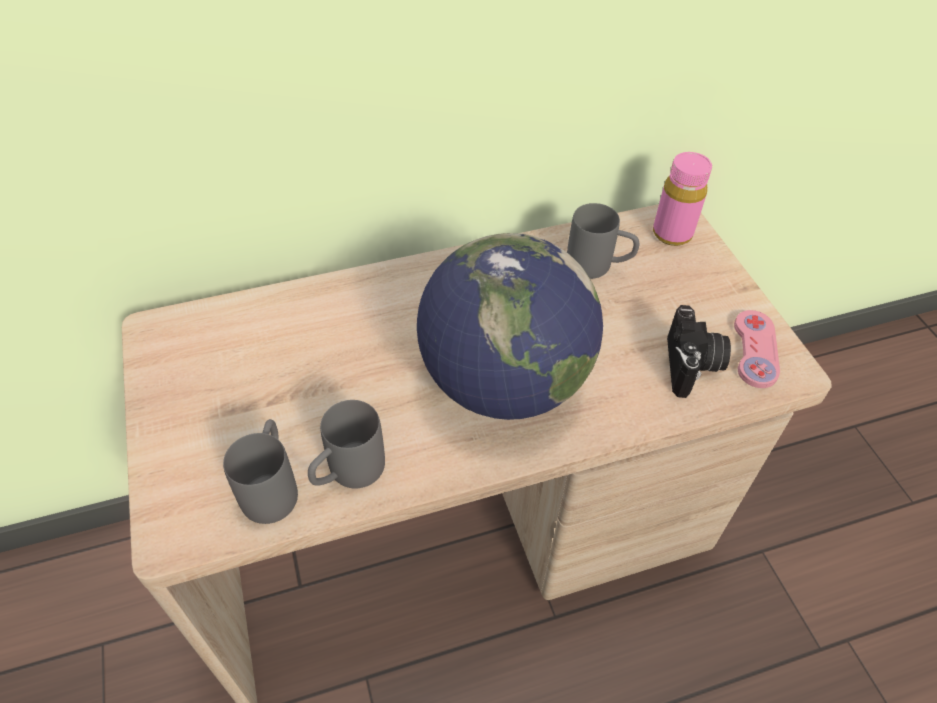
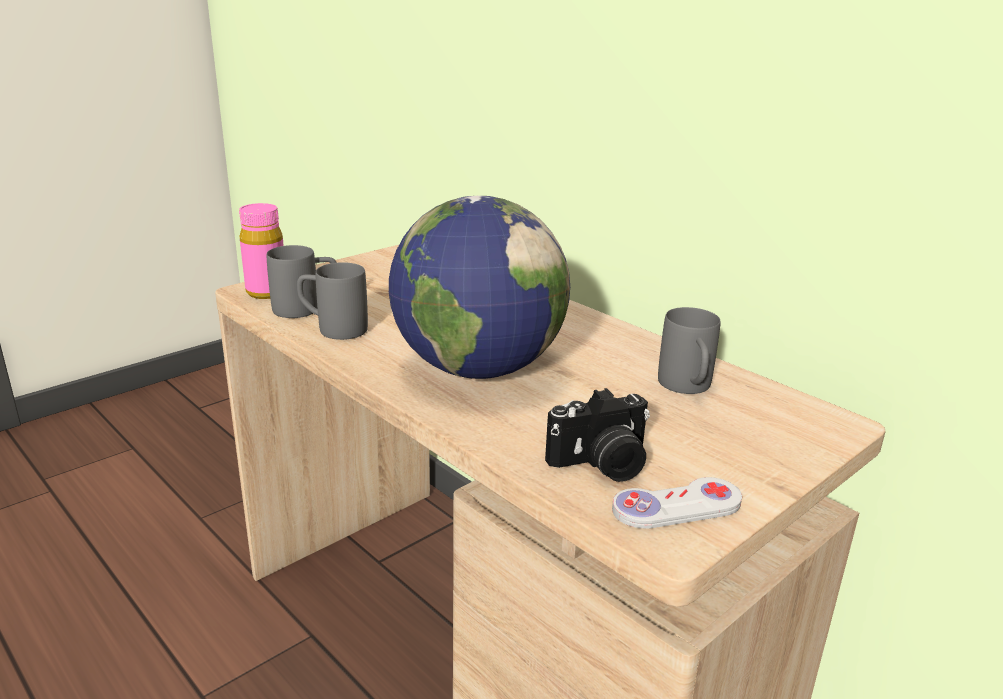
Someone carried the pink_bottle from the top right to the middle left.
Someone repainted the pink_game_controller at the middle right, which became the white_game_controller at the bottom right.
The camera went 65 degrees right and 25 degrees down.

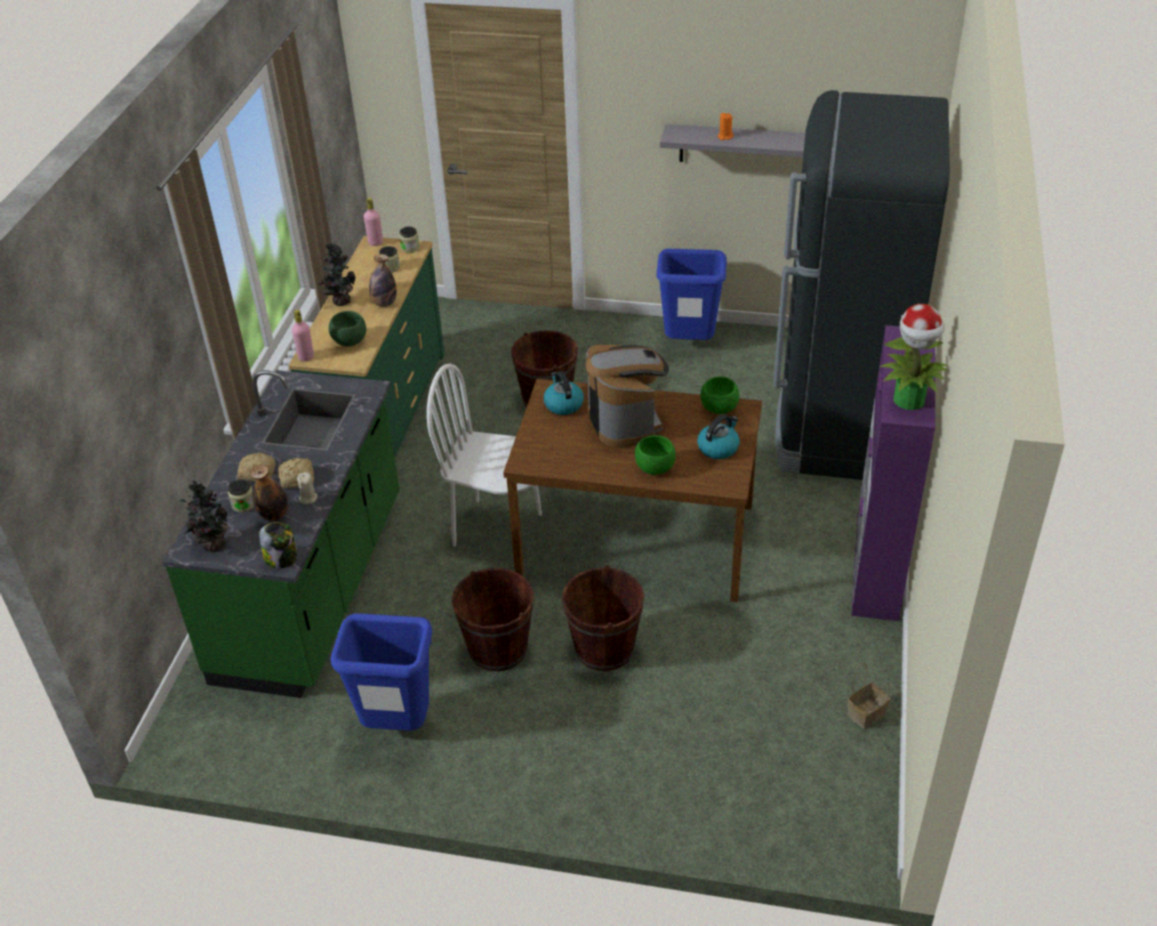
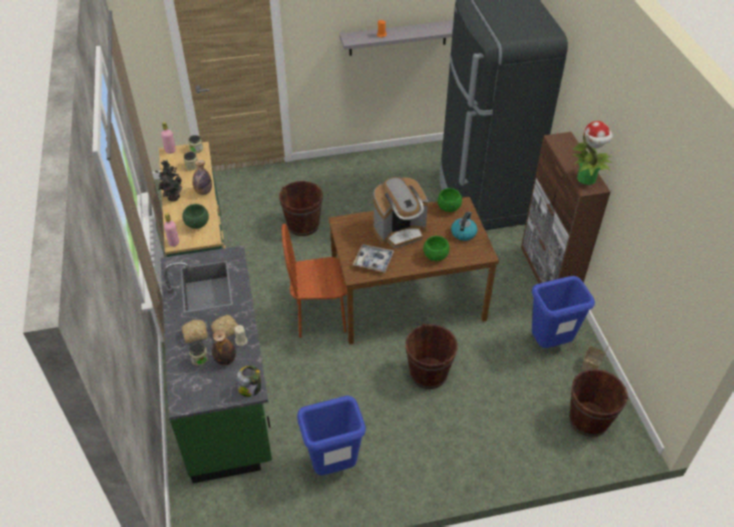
Someone carried the blue_trash_can (2nd from left) from the top centre to the middle right.
Someone repainted the purple_cabinet at the middle right, which became the brown_cabinet at the middle right.
Someone rotated the coffee_machine at the centre by 105 degrees clockwise.
Someone repainted the white_chair at the centre, which became the brown_chair at the centre.
Someone took away the kettle (1st from left) at the centre.
Someone took away the potted_plant (1st from left) at the middle left.
Someone carried the brown_bucket (1st from left in the first image) from the bottom centre to the bottom right.
Someone put down the tray at the centre.
The camera went 25 degrees left and 5 degrees up.

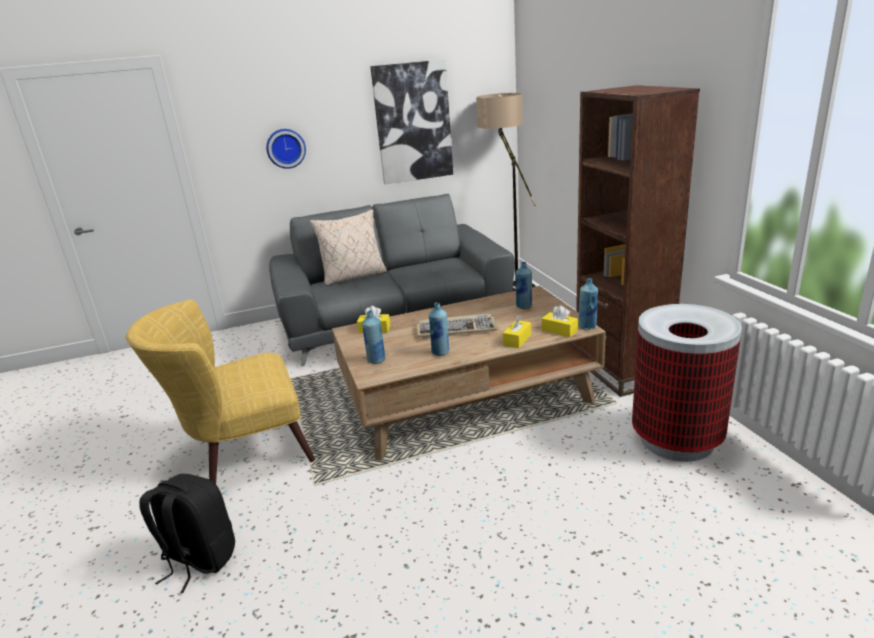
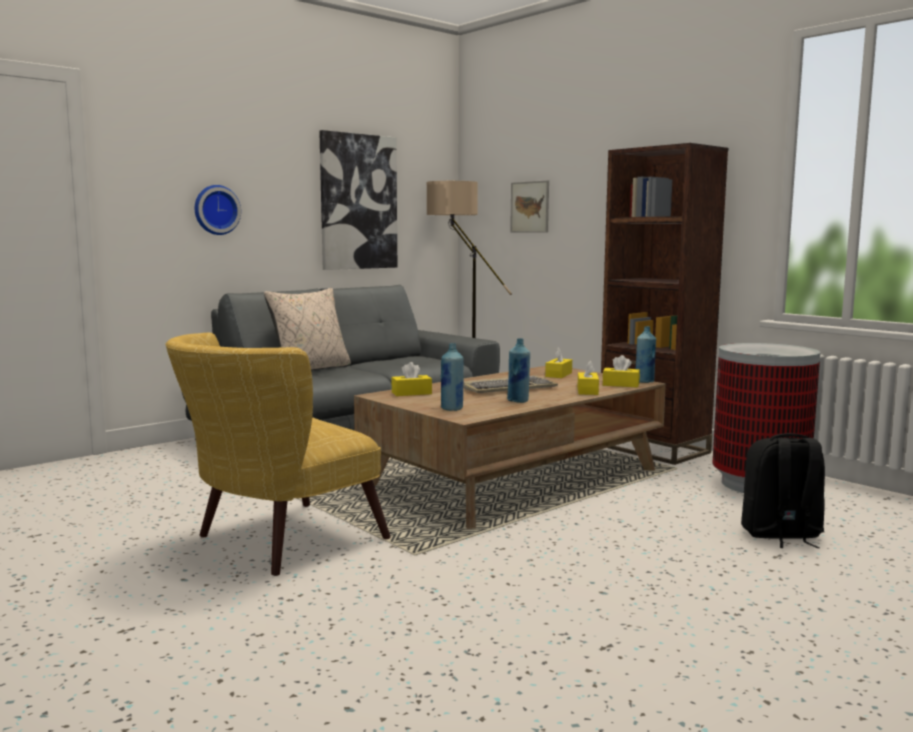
Someone swapped the blue_bottle (3rd from left) at the centre for the yellow_tissue_box (2nd from left) at the centre.
Someone carried the black_backpack from the bottom left to the bottom right.
Someone put up the picture (2nd from left) at the top centre.
The camera went 25 degrees left and 15 degrees down.

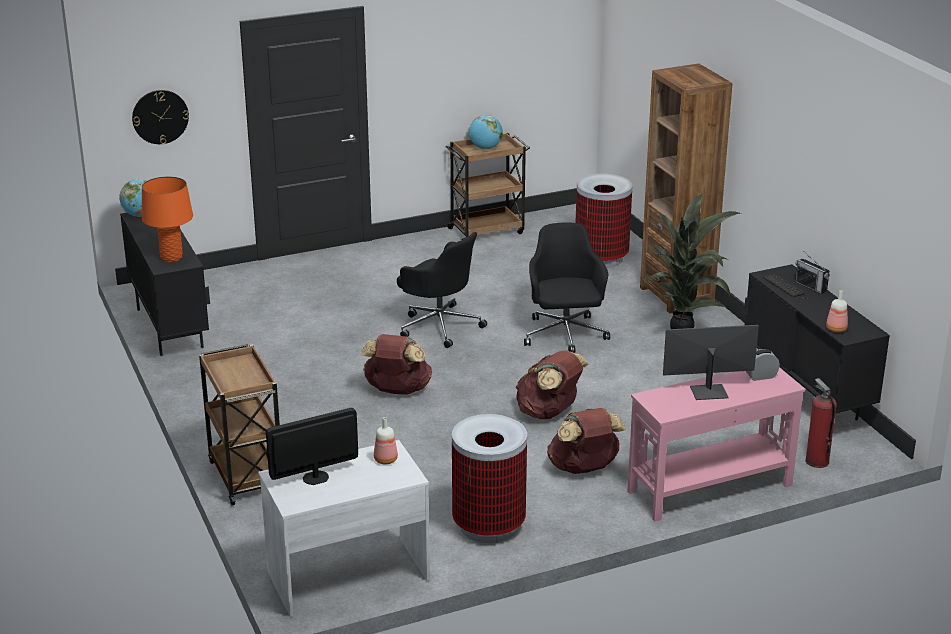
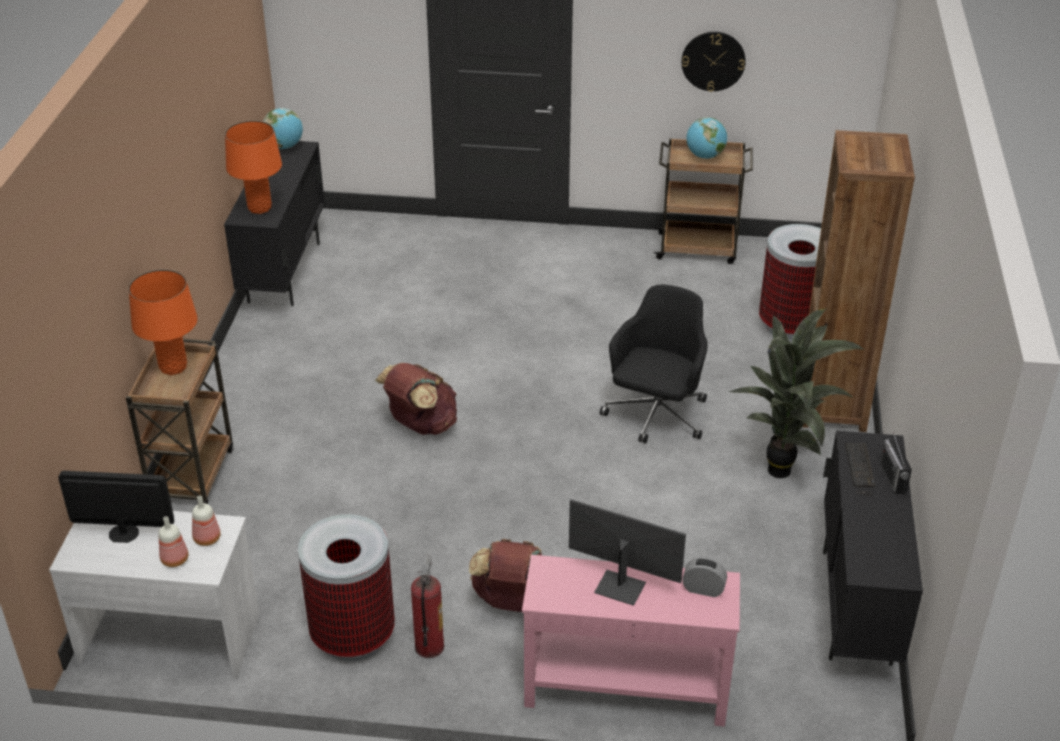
Someone carried the wall_clock from the top left to the top right.
Someone took away the black_office_chair (1st from left) at the centre.
Someone carried the bottle (2nd from left in the first image) from the middle right to the bottom left.
Someone took away the brown_backpack (2nd from left) at the centre.
Someone carried the fire_extinguisher from the bottom right to the bottom centre.
Someone put down the orange_table_lamp (1st from left) at the middle left.
The camera went 30 degrees right and 10 degrees up.

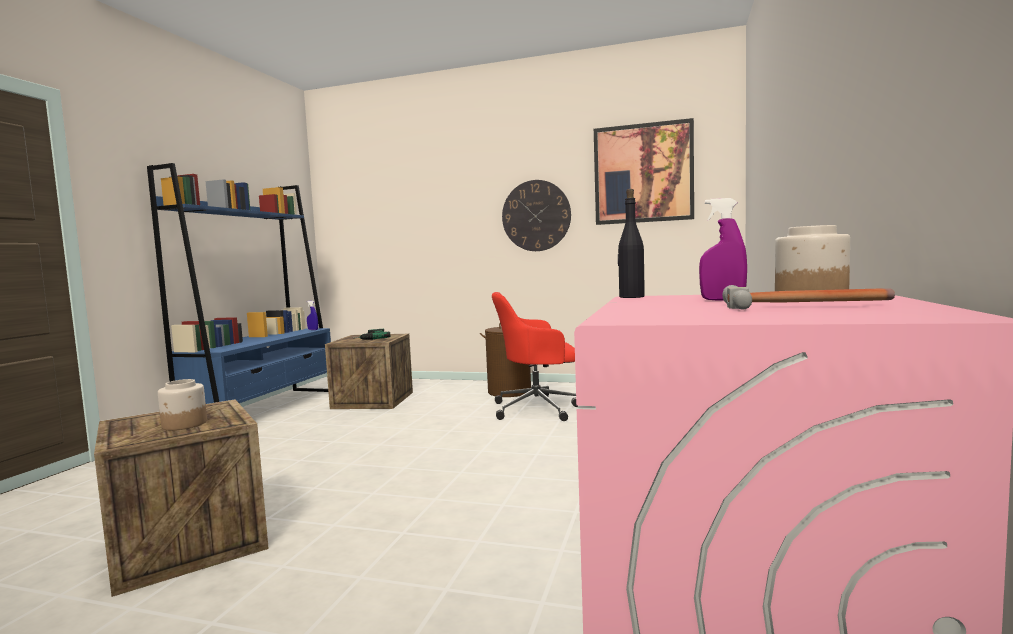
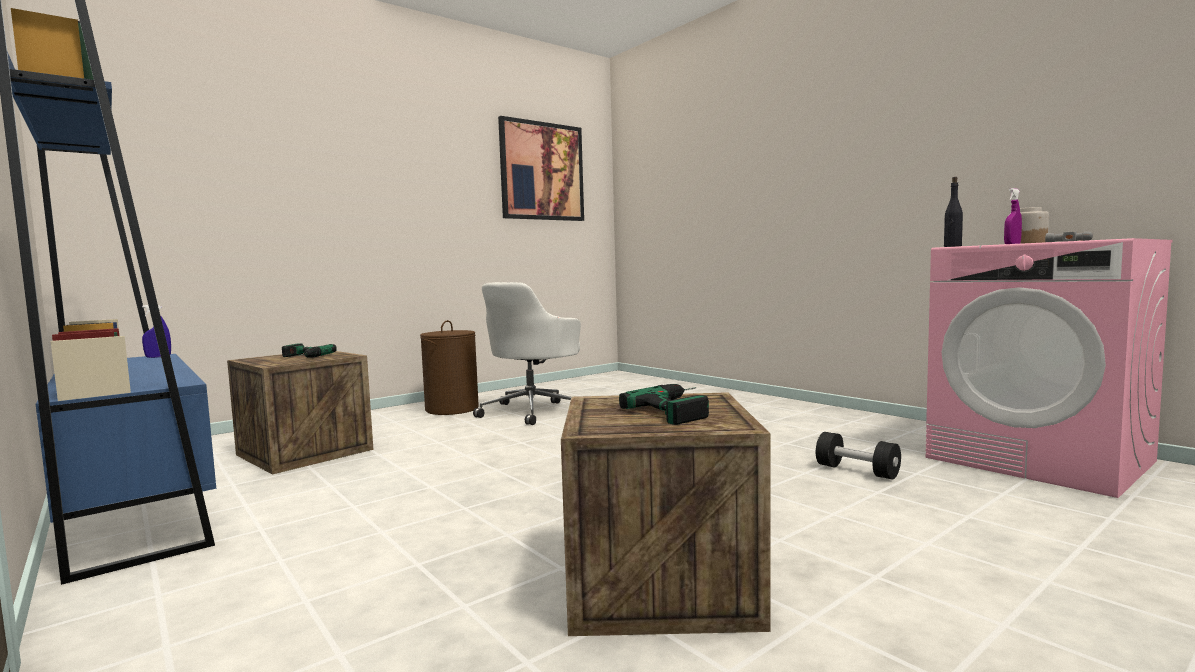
Someone took away the wall_clock at the centre.
Someone repainted the red_office_chair at the centre, which became the white_office_chair at the centre.
Someone swapped the jar (1st from left) at the middle left for the power_drill (2nd from left) at the centre.
Someone put down the black_dumbbell at the bottom right.
The camera went 55 degrees left and 0 degrees up.

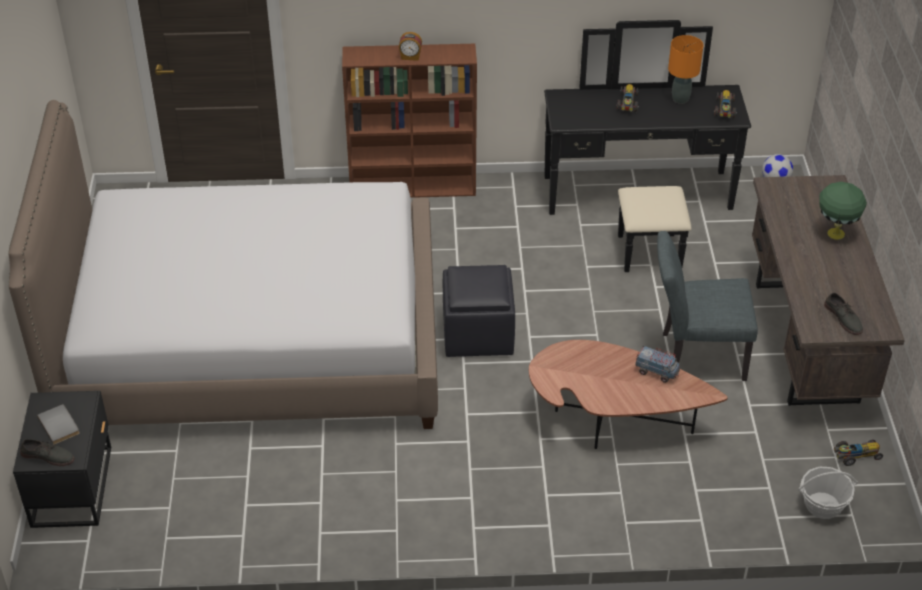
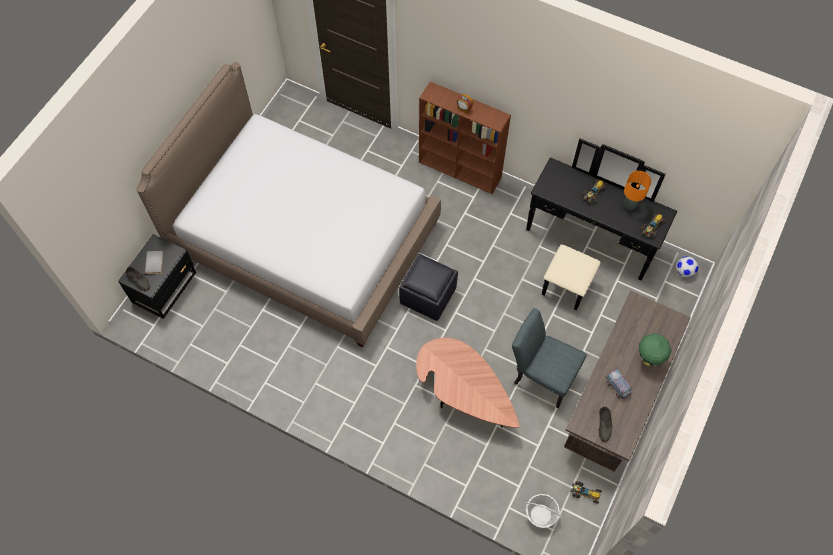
Someone carried the toy_truck from the middle right to the bottom right.
The camera went 30 degrees right and 20 degrees up.

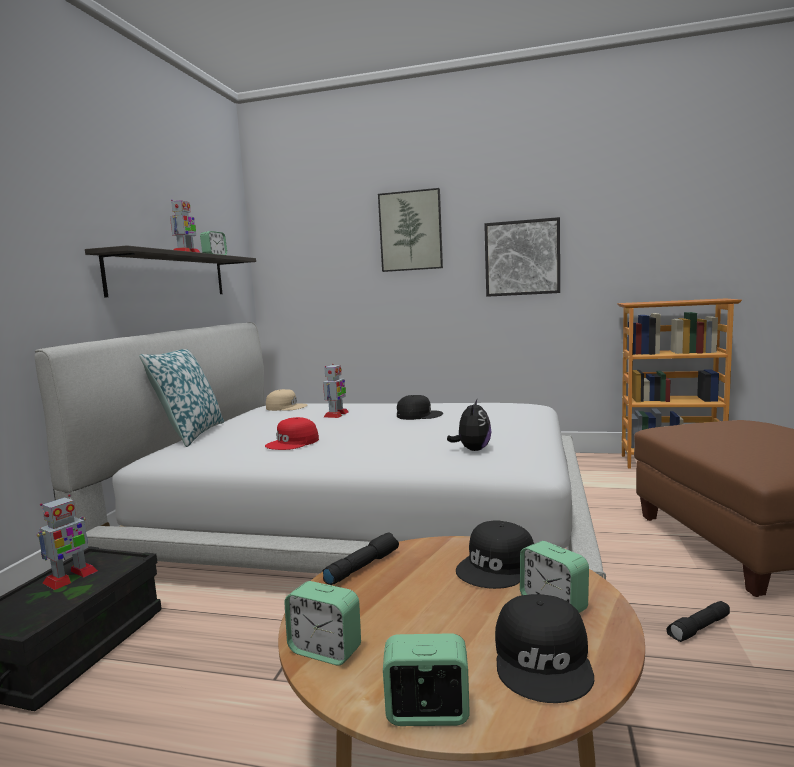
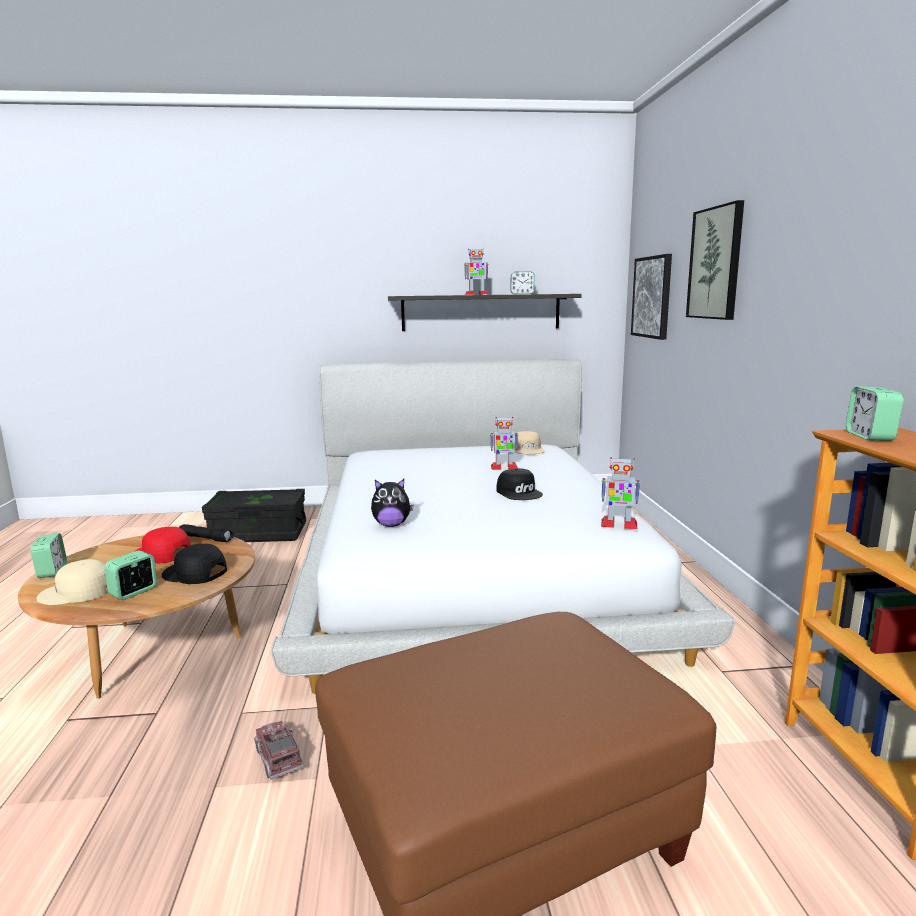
Someone carried the picture (2nd from left in the first image) from the centre to the top right.
Someone took away the pillow at the middle left.
Someone carried the red_cap from the centre to the middle left.
Someone carried the toy_robot (1st from left in the first image) from the bottom left to the middle right.
Someone carried the alarm_clock (2nd from left in the first image) from the bottom centre to the middle right.
Someone repainted the black_cap (3rd from left) at the bottom right, which became the beige_cap (1st from left) at the middle left.
Someone swapped the black_flashlight (2nd from left) at the bottom right for the toy_truck at the bottom left.
The camera went 70 degrees right and 5 degrees up.

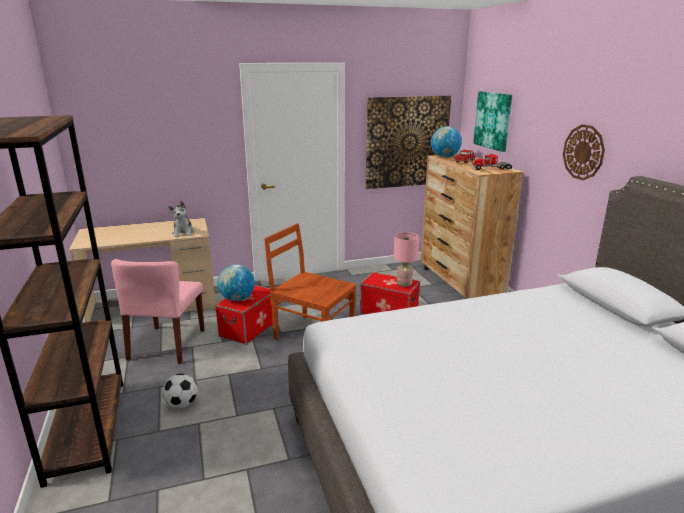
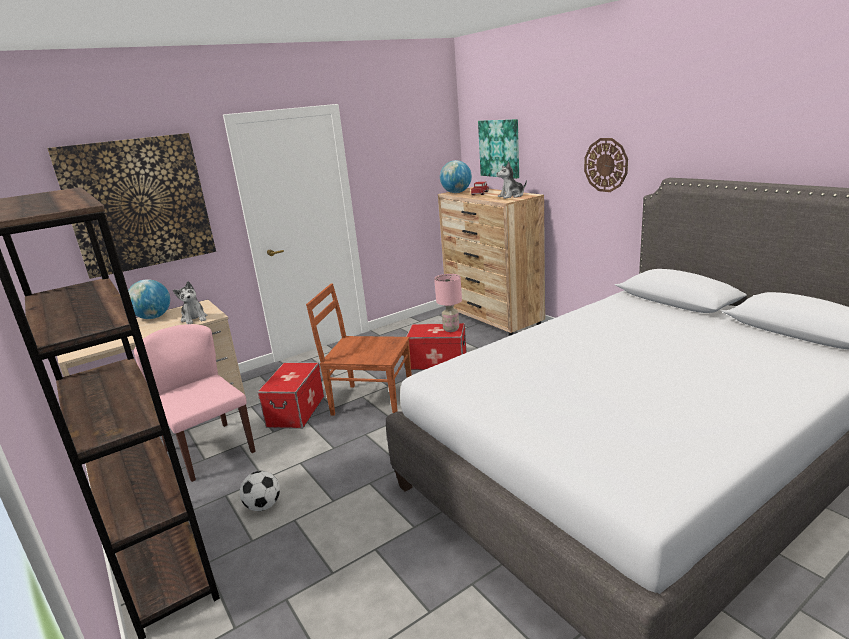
Someone carried the picture (1st from left) from the top centre to the top left.
Someone swapped the toy_truck (2nd from left) at the top right for the plush_toy (2nd from left) at the top centre.
Someone rotated the pink_chair at the middle left by 150 degrees clockwise.
Someone carried the globe (1st from left) from the centre to the middle left.
The camera went 15 degrees left and 0 degrees up.

